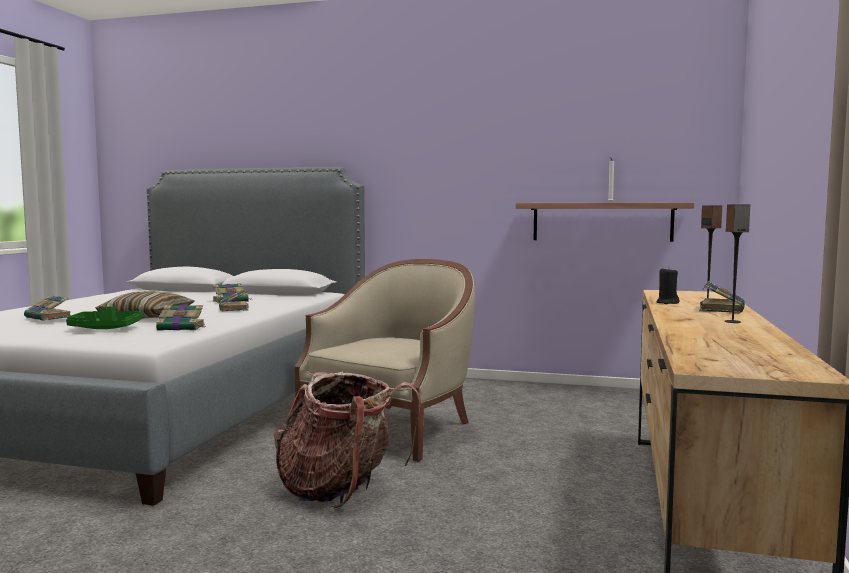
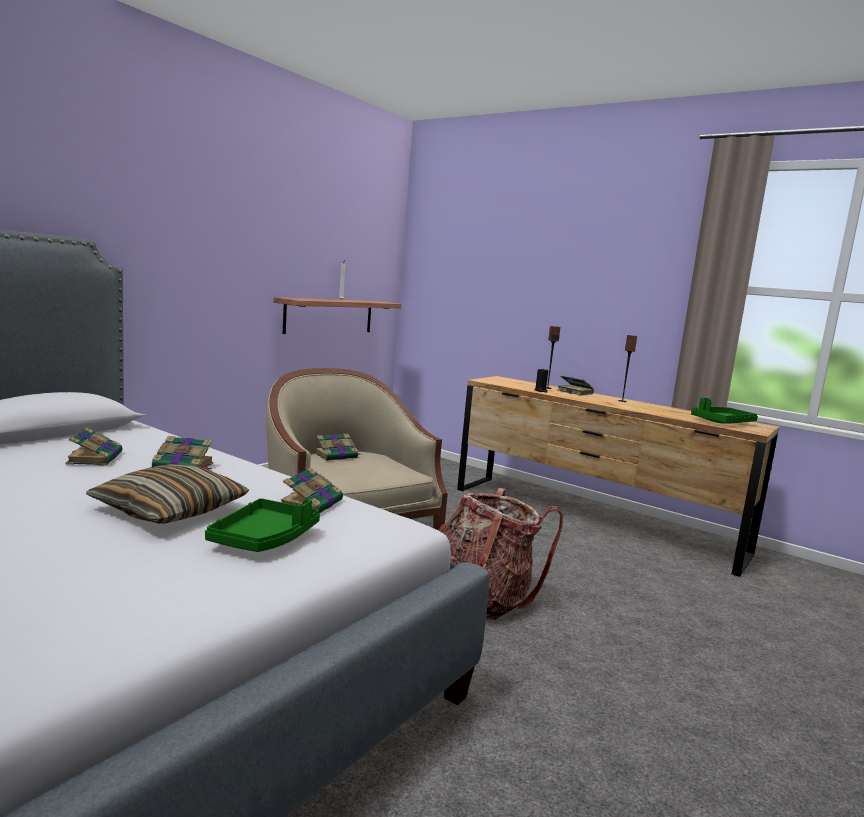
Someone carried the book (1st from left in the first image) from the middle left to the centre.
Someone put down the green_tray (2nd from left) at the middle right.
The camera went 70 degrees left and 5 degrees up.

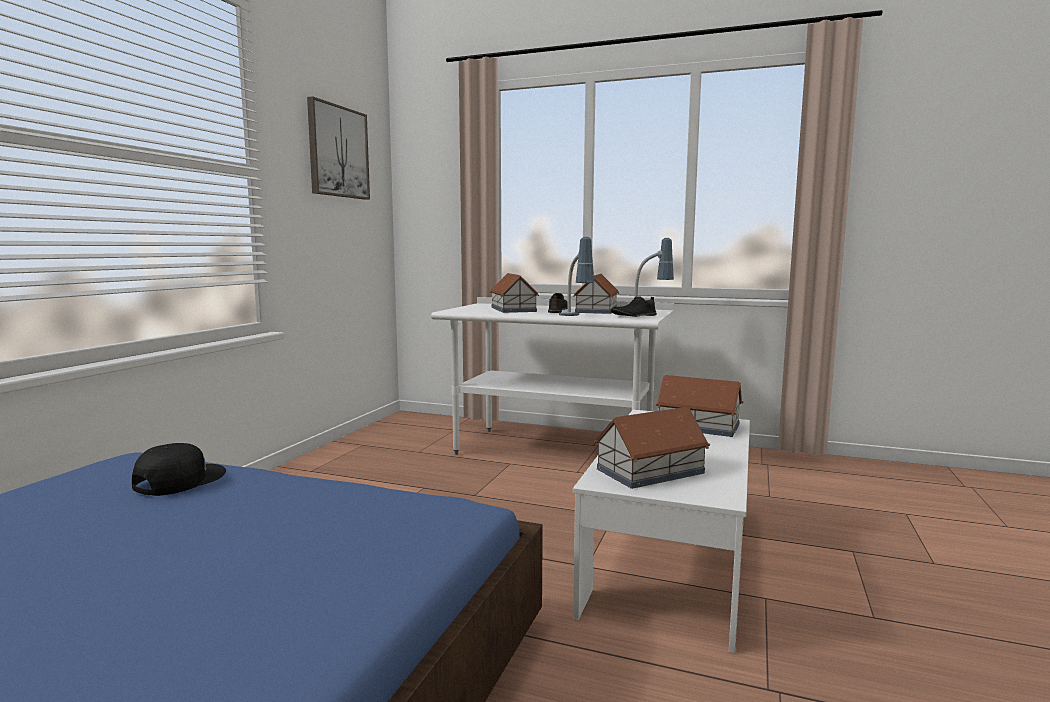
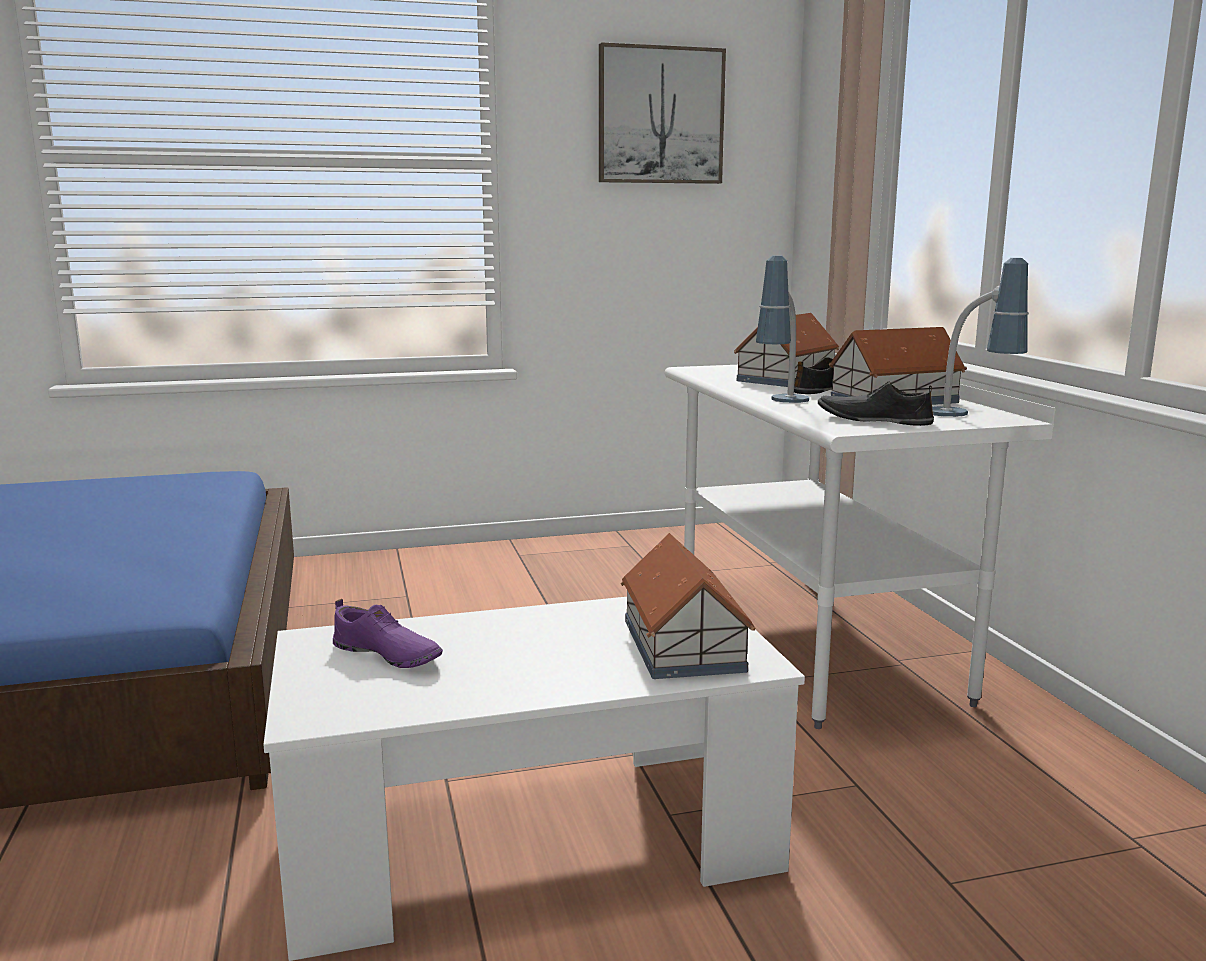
Someone swapped the toy_house (3rd from left) at the centre for the purple_shoe at the middle left.
Someone took away the black_cap at the bottom left.
The camera went 55 degrees right and 5 degrees up.

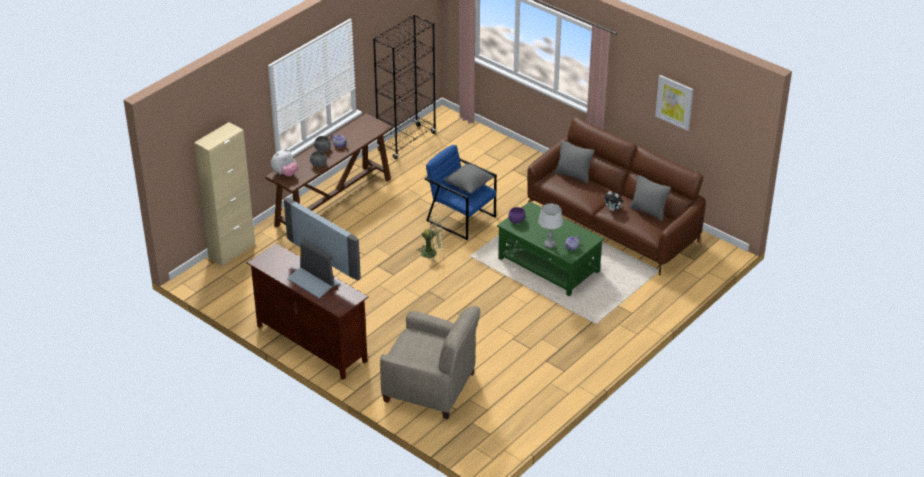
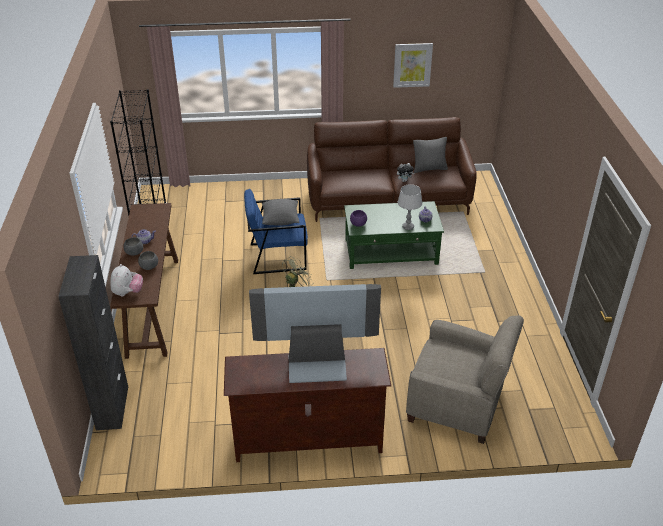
Someone repainted the beige_cabinet at the middle left, which became the black_cabinet at the middle left.
Someone took away the grey_pillow (2nd from left) at the centre.
Someone rotated the beige_armchair at the bottom centre by 45 degrees clockwise.
The camera went 45 degrees left and 0 degrees up.

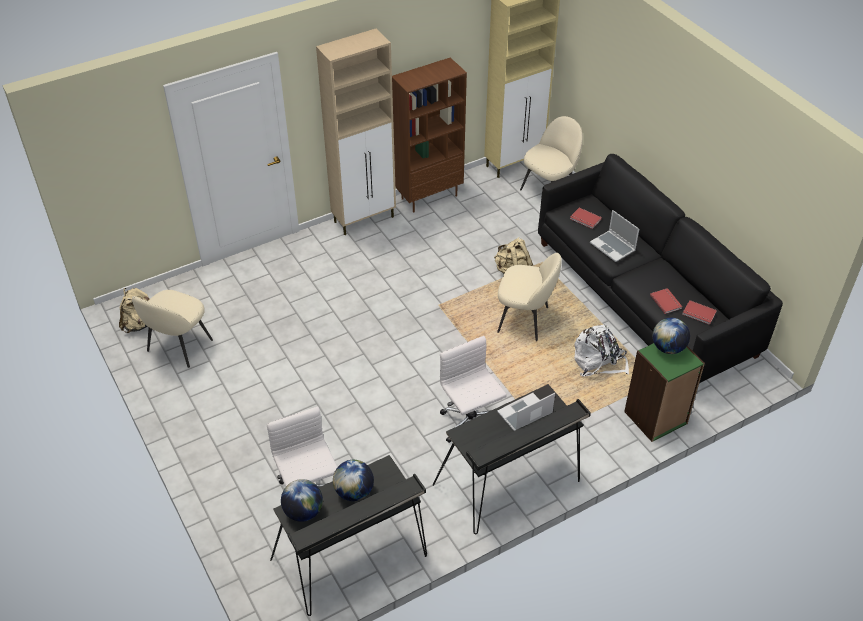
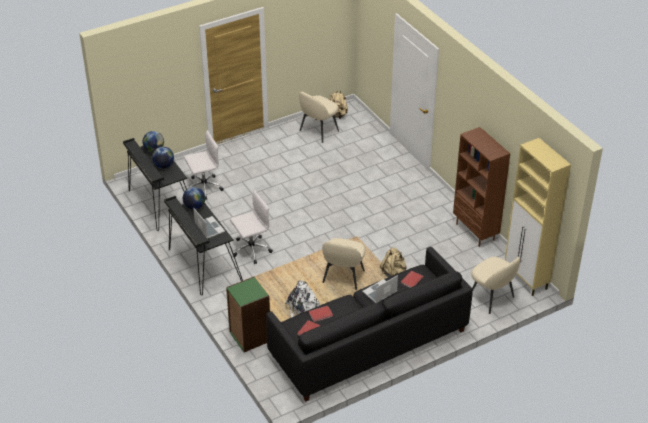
Someone took away the beige_cabinet (1st from left) at the top centre.
Someone rotated the beige_chair (1st from left) at the middle left by 75 degrees counterclockwise.
Someone carried the globe (3rd from left) from the middle right to the middle left.
The camera went 90 degrees right and 5 degrees down.

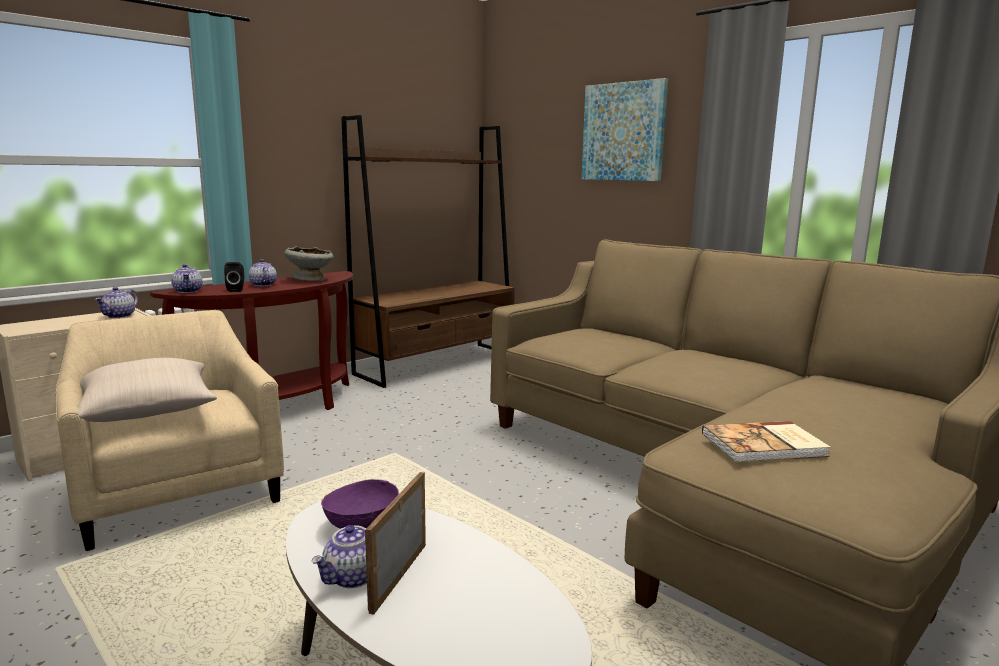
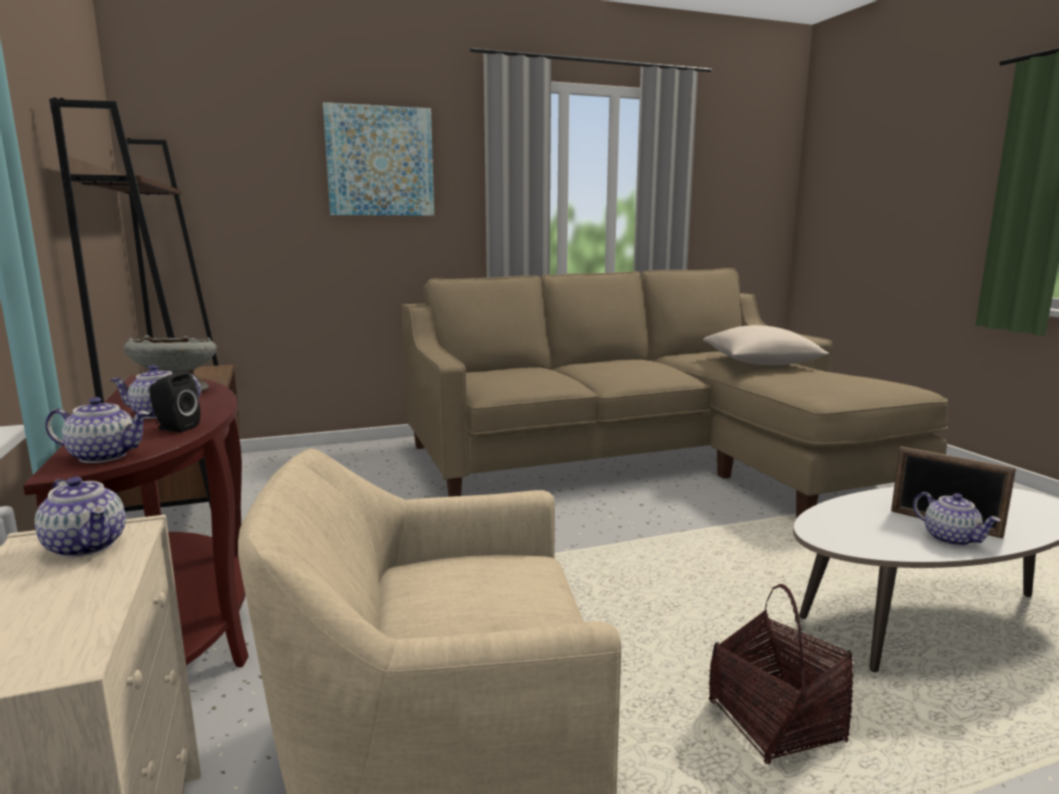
Someone carried the beige_pillow from the middle left to the middle right.
Someone took away the book at the middle right.
Someone took away the purple_bowl at the bottom centre.
Someone put down the basket at the bottom right.
The camera went 65 degrees left and 0 degrees up.

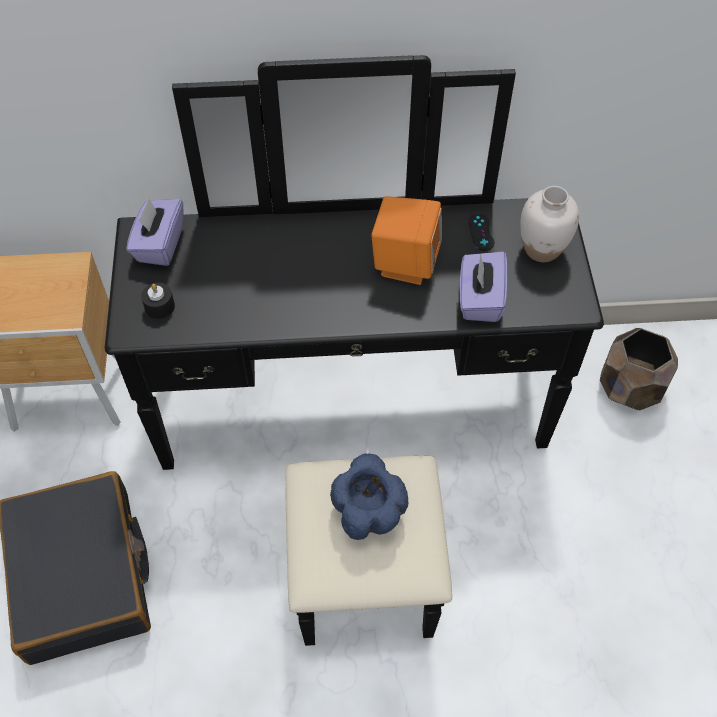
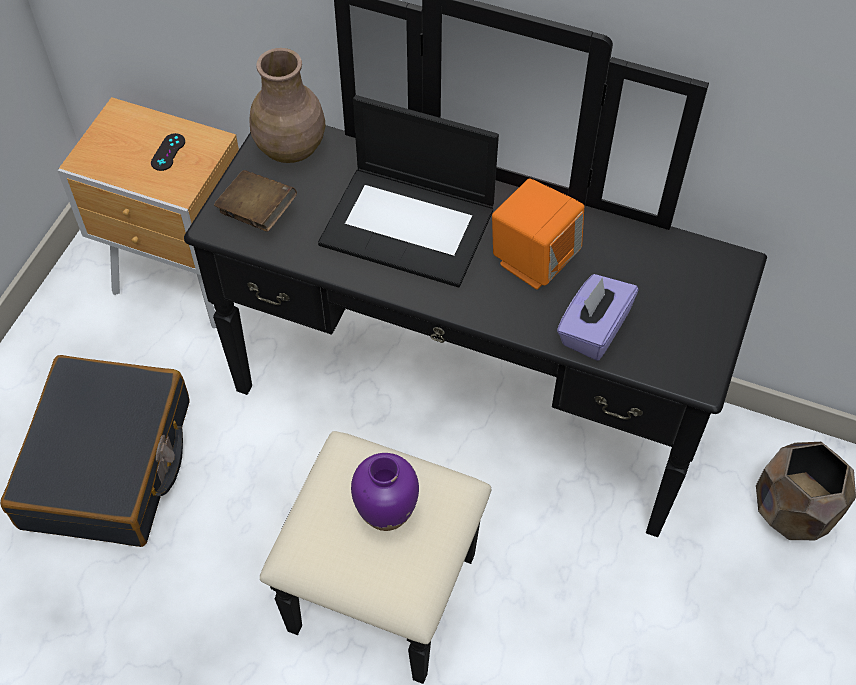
Someone took away the white_vase at the top right.
Someone swapped the purple_tissue_box (1st from left) at the top left for the brown_vase at the top centre.
Someone carried the black_game_controller from the top right to the top left.
Someone swapped the black_candle at the middle left for the brown_book at the top left.
Someone swapped the blue_bowl at the bottom centre for the purple_vase at the bottom centre.
Someone put down the laptop at the top centre.
The camera went 25 degrees right and 0 degrees up.

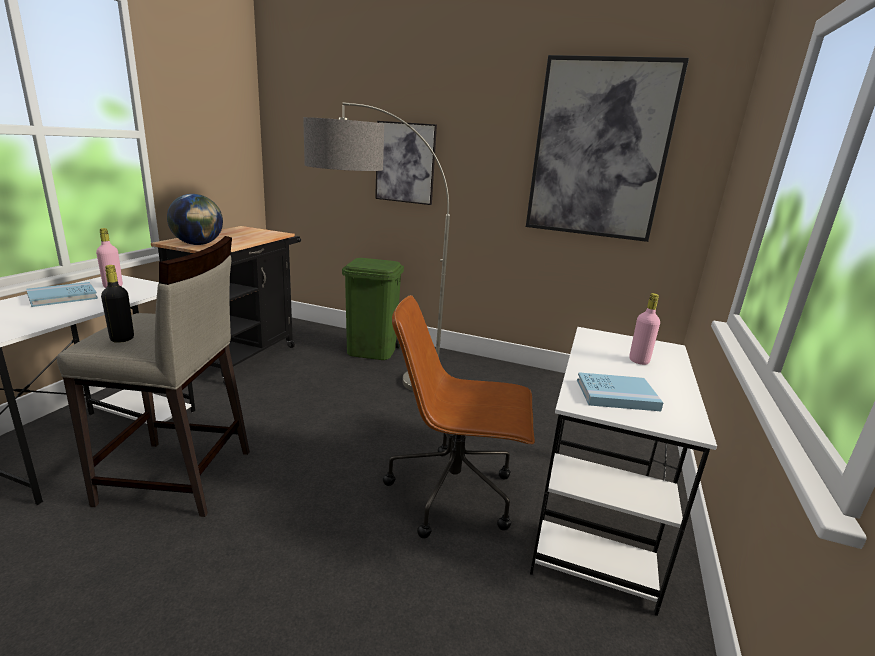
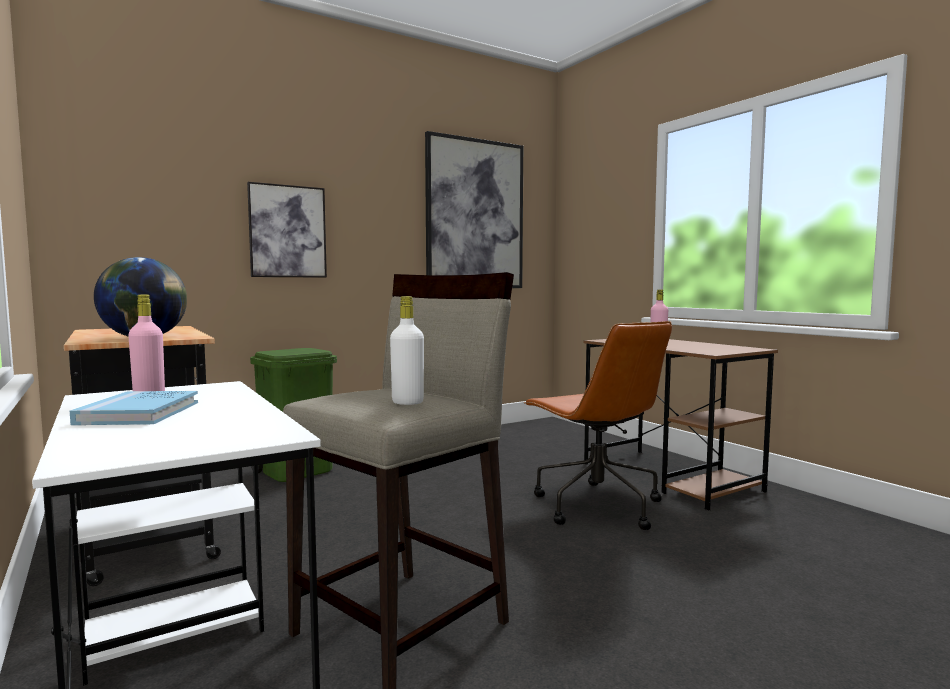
Someone took away the floor_lamp at the centre.
Someone repainted the black_bottle at the middle left, which became the white_bottle at the centre.
Someone rotated the brown_office_chair at the centre by 75 degrees counterclockwise.
Someone repainted the white_desk (2nd from left) at the bottom right, which became the brown_desk at the middle right.
Someone took away the blue_book (2nd from left) at the middle right.
The camera went 50 degrees left and 15 degrees down.

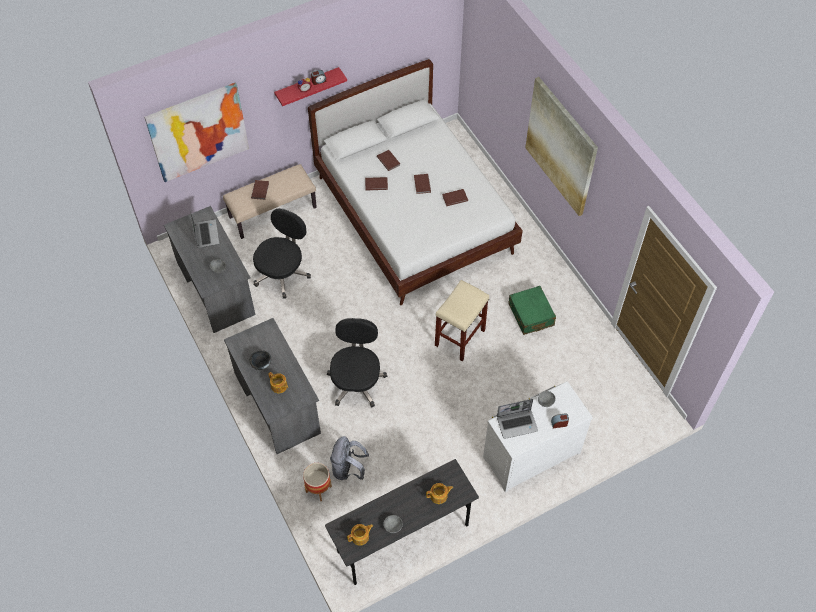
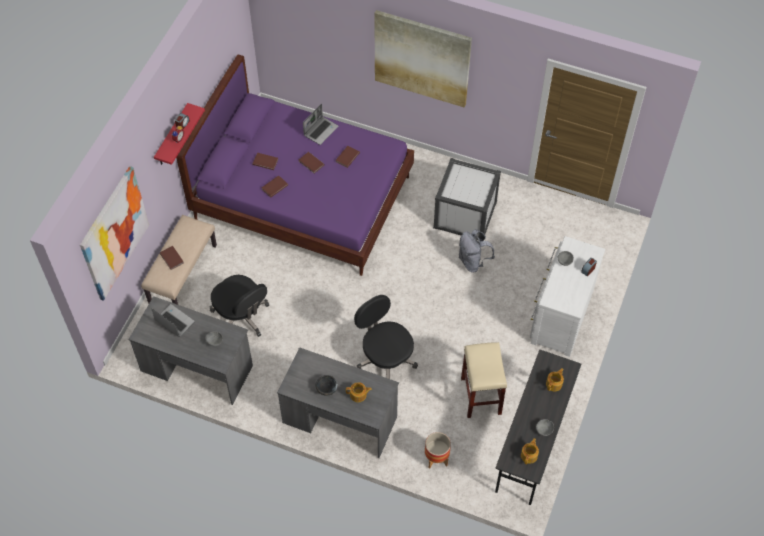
Someone repainted the white_bed at the top centre, which became the purple_bed at the top centre.
Someone rotated the black_office_chair (1st from left) at the centre by 150 degrees clockwise.
Someone carried the beige_stool from the centre to the bottom centre.
Someone swapped the green_suitcase at the centre for the white_storage_box at the centre.
Someone carried the laptop (2nd from left) from the bottom centre to the top centre.
Someone carried the grey_backpack from the bottom centre to the centre.
The camera went 40 degrees left and 0 degrees up.

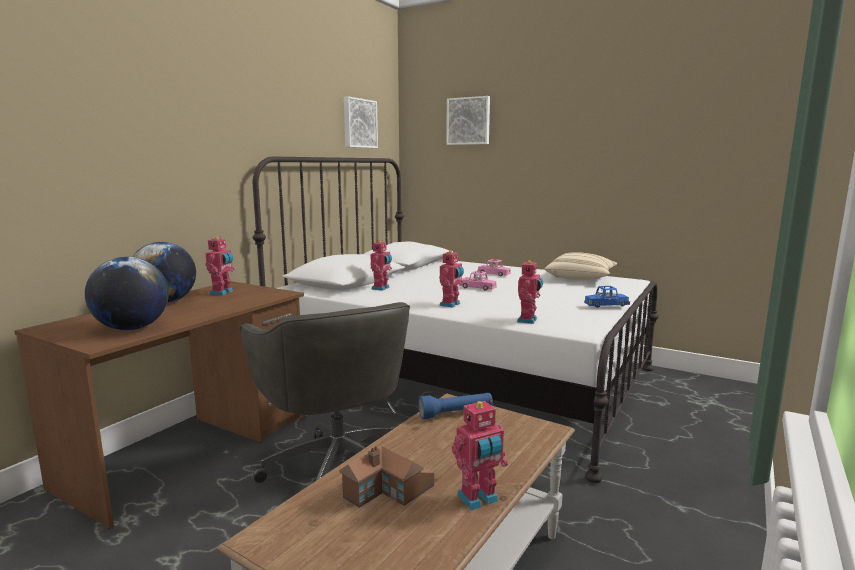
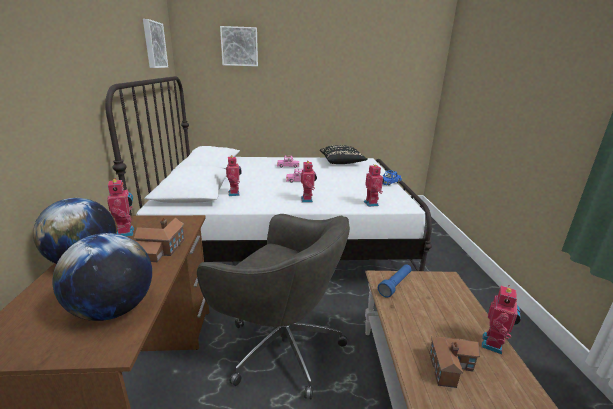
Someone repainted the beige_pillow at the middle right, which became the black_pillow at the centre.
Someone put down the toy_house (1st from left) at the middle left.
The camera went 35 degrees left and 10 degrees up.

